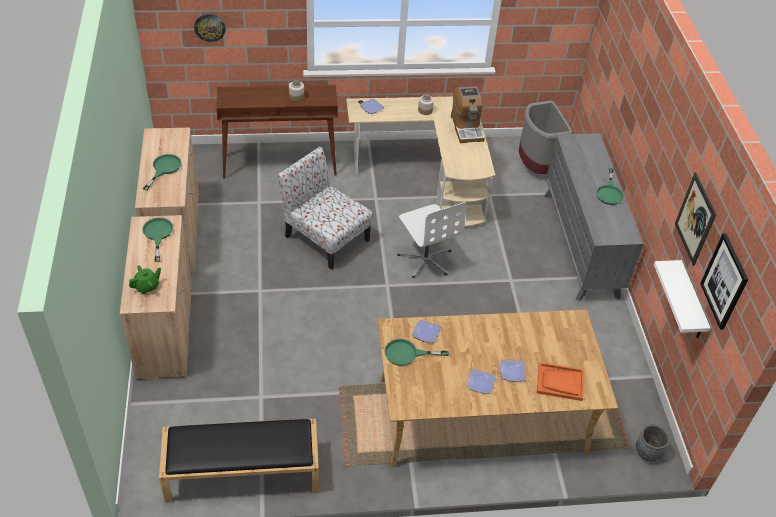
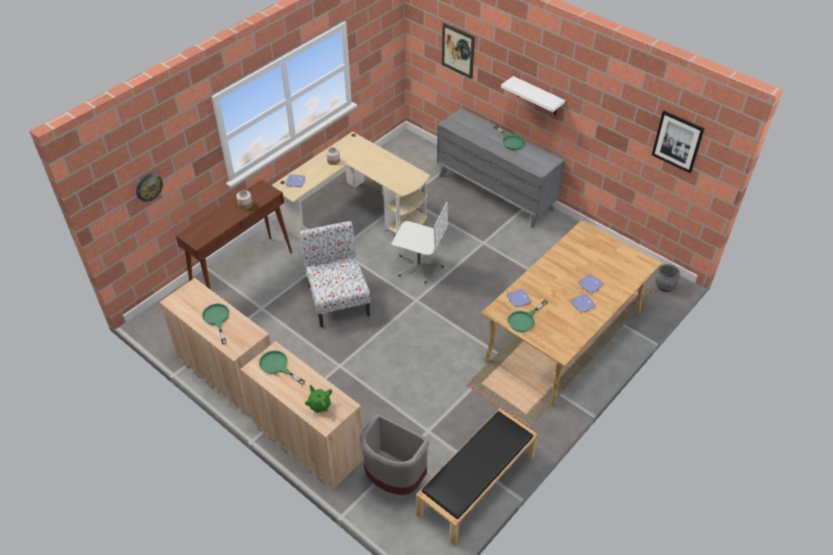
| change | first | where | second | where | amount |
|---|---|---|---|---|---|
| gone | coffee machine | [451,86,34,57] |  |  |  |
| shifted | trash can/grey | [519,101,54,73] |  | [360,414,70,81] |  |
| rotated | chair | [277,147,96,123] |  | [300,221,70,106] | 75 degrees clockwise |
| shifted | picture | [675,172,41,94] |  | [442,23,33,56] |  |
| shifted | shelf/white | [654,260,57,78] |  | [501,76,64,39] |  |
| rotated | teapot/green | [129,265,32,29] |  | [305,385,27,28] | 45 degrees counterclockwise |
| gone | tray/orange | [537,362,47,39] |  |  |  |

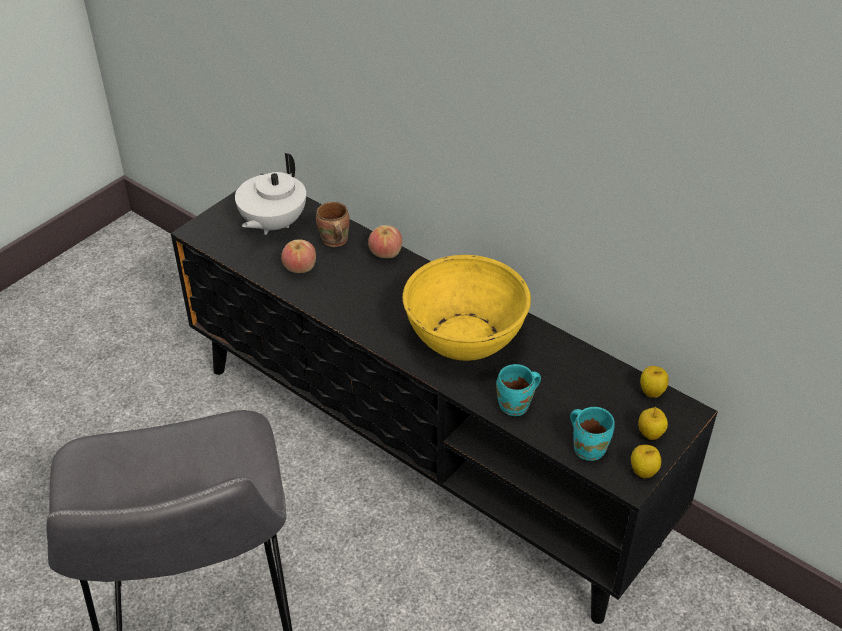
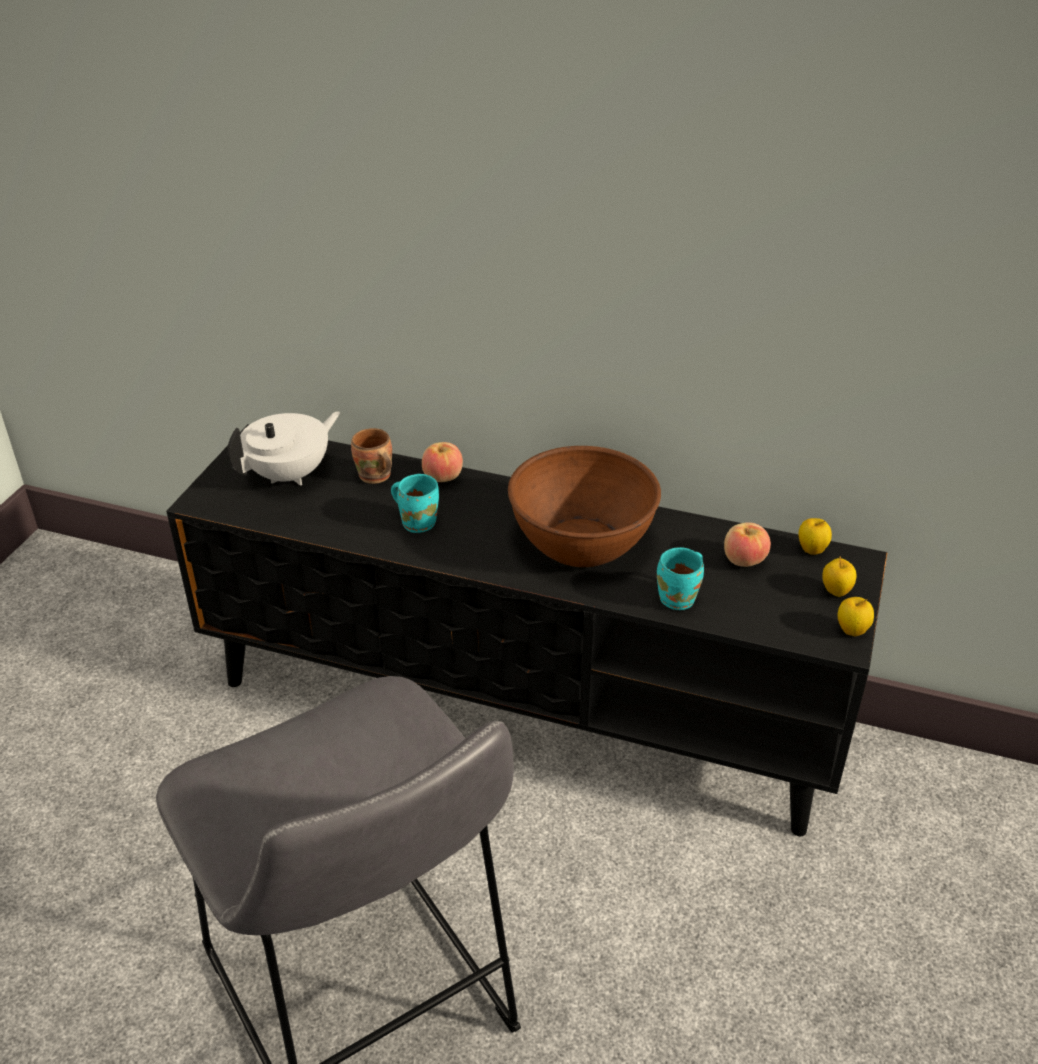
| change | first | where | second | where | amount |
|---|---|---|---|---|---|
| rotated | teapot/white | [235,153,71,82] |  | [227,411,113,75] | 135 degrees counterclockwise |
| shifted | apple | [281,240,35,33] |  | [724,522,47,45] |  |
| repainted | bowl/yellow | [403,255,128,106] | bowl/brown | [508,446,153,121] |  |
| shifted | mug/turquoise | [570,407,45,54] |  | [391,474,48,59] |  |

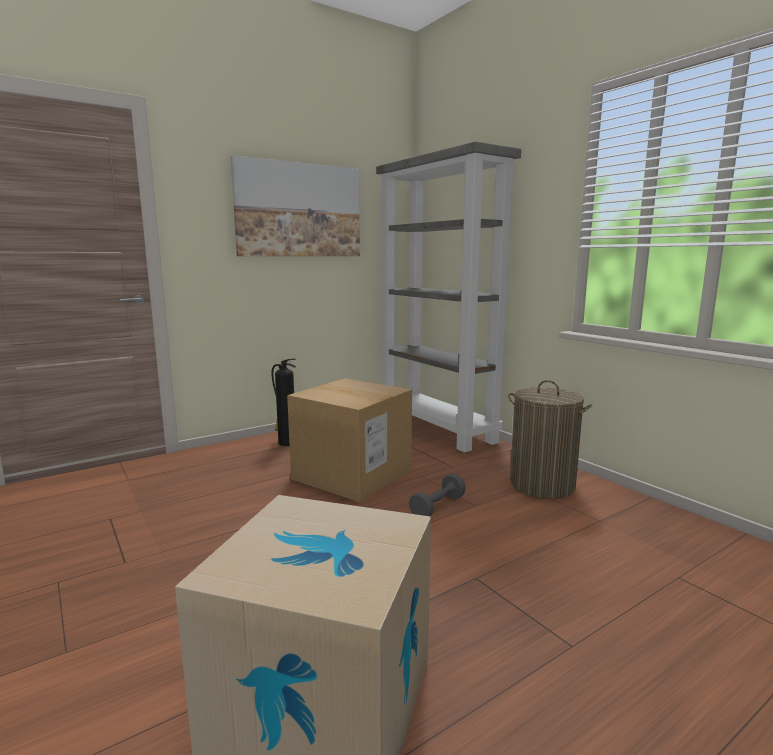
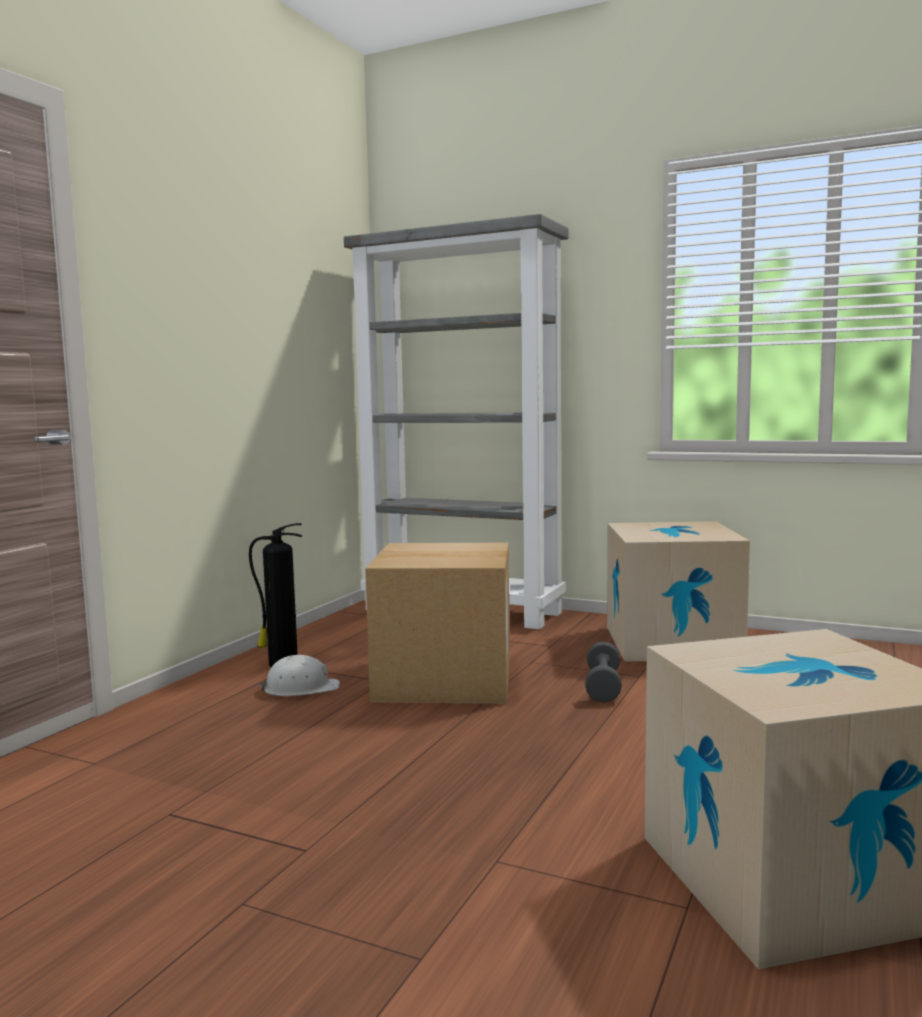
| change | first | where | second | where | amount |
|---|---|---|---|---|---|
| gone | picture | [231,155,129,101] |  |  |  |
| swapped | laundry basket | [508,380,84,119] | cardboard box | [607,521,143,140] |  |
| new |  |  | hard hat/white | [258,655,82,41] |  |

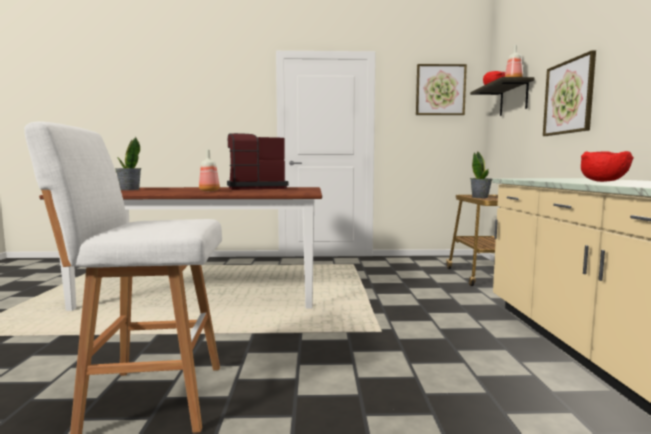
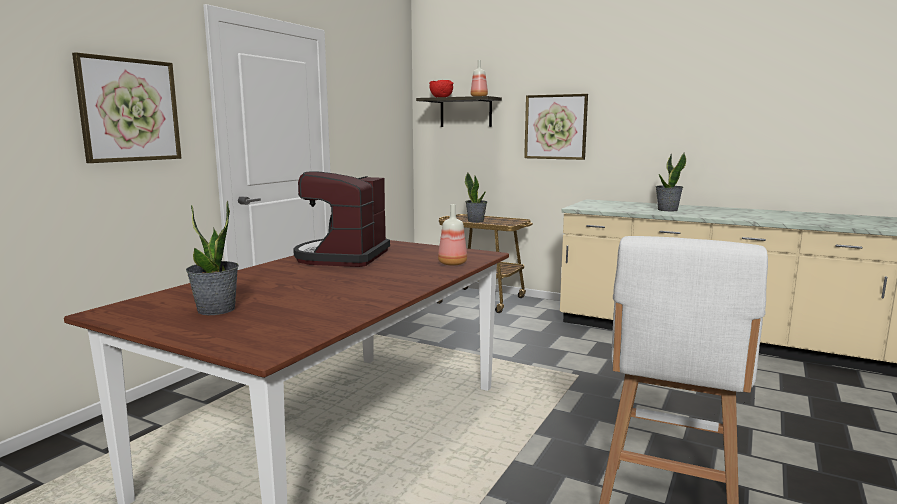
| change | first | where | second | where | amount |
|---|---|---|---|---|---|
| shifted | picture | [416,64,51,51] |  | [72,52,109,111] |  |
| shifted | bottle | [199,150,21,41] |  | [438,204,29,62] |  |
| swapped | bowl/red | [581,151,53,31] | potted plant | [656,153,30,58] |  |

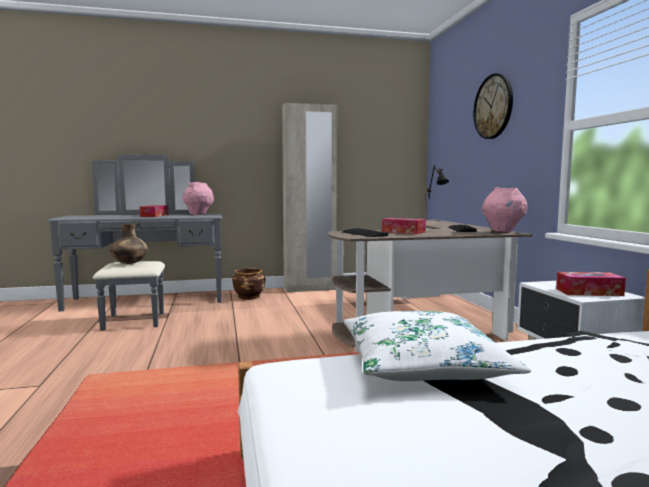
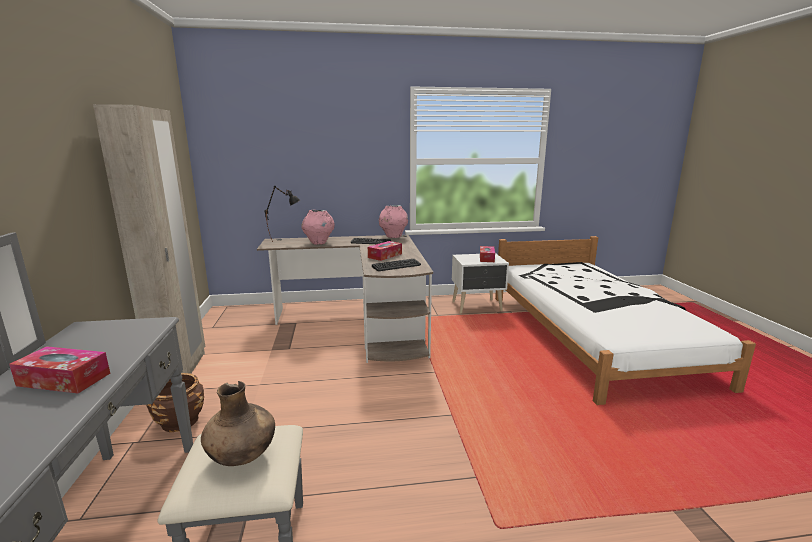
| change | first | where | second | where | amount |
|---|---|---|---|---|---|
| gone | wall clock | [473,73,40,66] |  |  |  |
| shifted | vase/pink | [182,182,32,33] |  | [301,210,34,35] |  |
| gone | pillow/white | [344,311,187,70] |  |  |  |

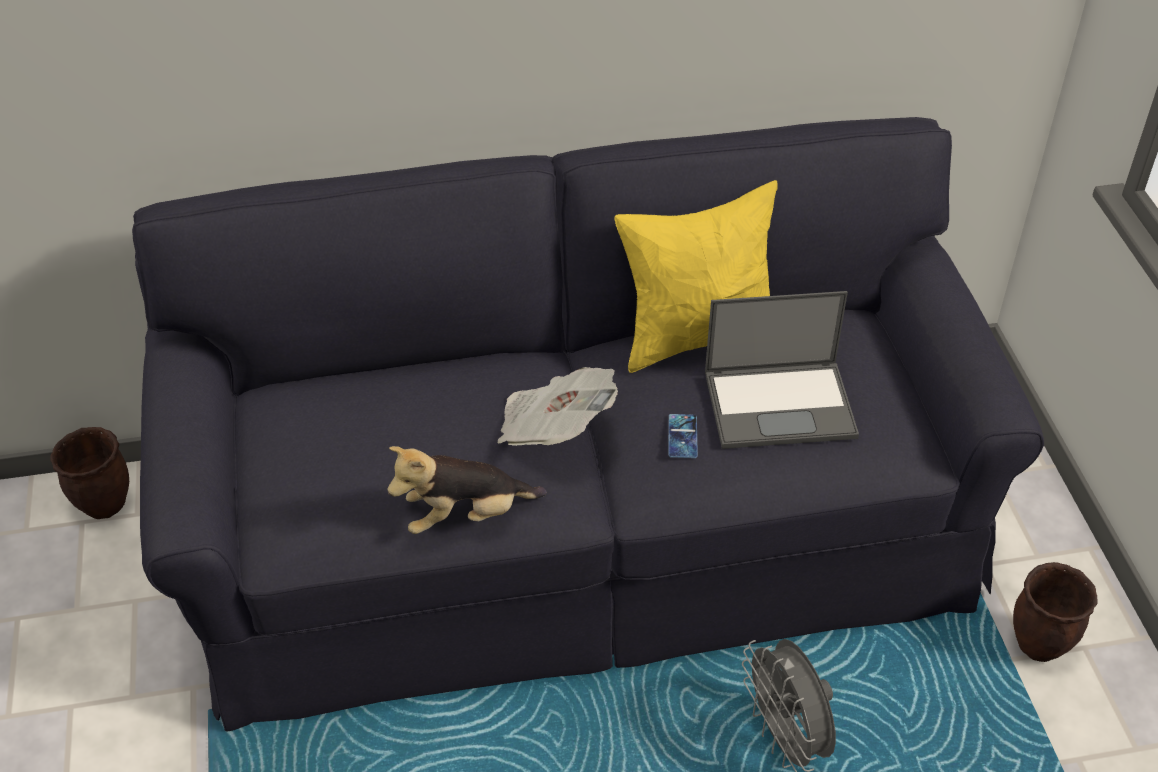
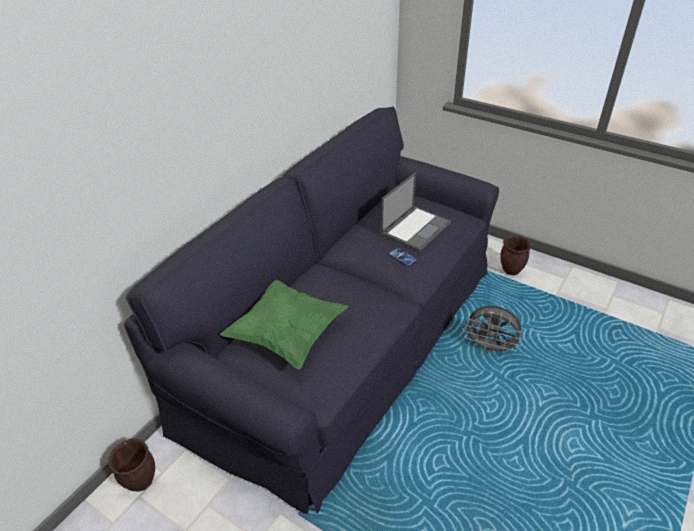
| change | first | where | second | where | amount |
|---|---|---|---|---|---|
| gone | pillow/yellow | [615,180,163,193] |  |  |  |
| gone | newspaper | [498,367,120,79] |  |  |  |
| gone | plush toy | [388,446,159,88] |  |  |  |
| new |  |  | pillow/green | [220,280,128,89] |  |

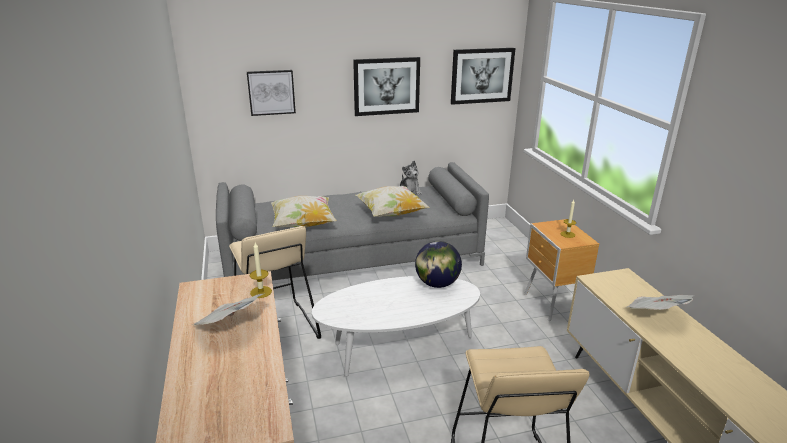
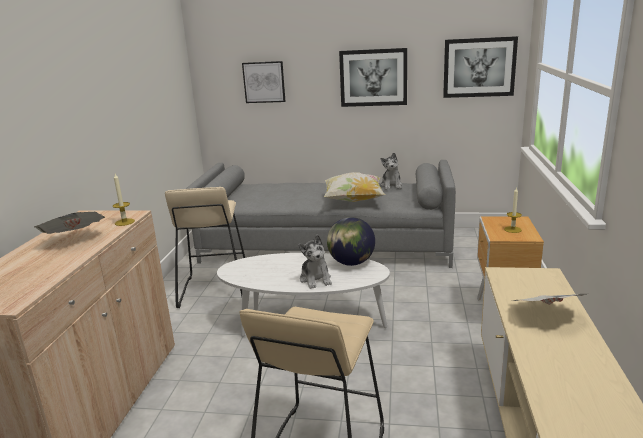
| change | first | where | second | where | amount |
|---|---|---|---|---|---|
| gone | pillow | [271,196,66,32] |  |  |  |
| new |  |  | plush toy | [299,235,33,54] |  |

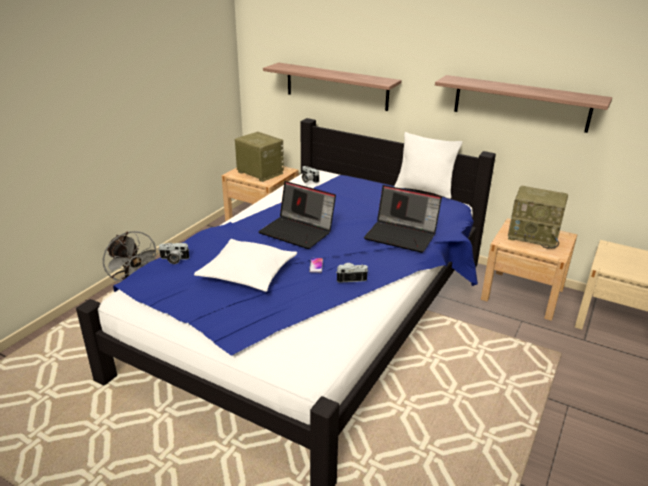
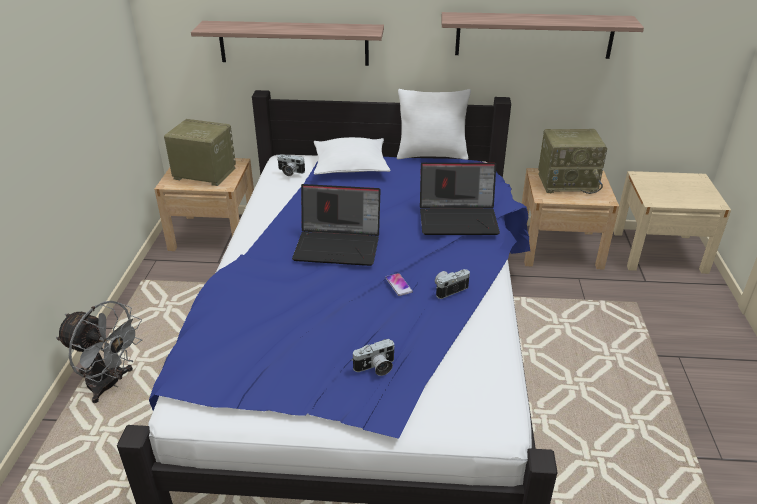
| change | first | where | second | where | amount |
|---|---|---|---|---|---|
| shifted | pillow/white | [194,239,103,53] |  | [314,137,76,38] |  |
| shifted | photo camera | [159,243,30,21] |  | [353,339,42,37] |  |

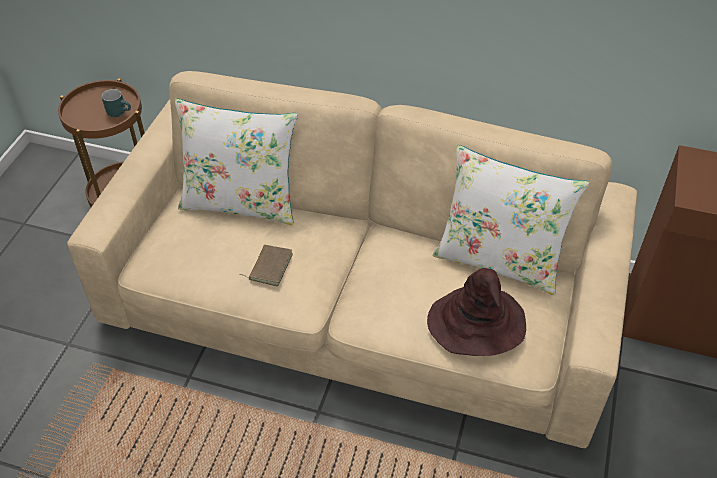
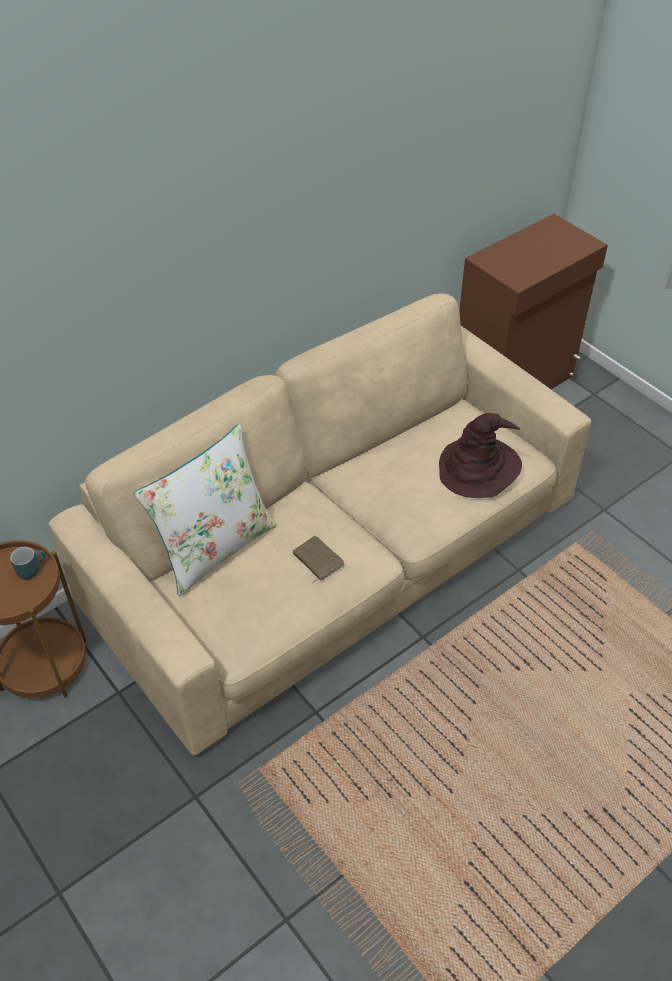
| change | first | where | second | where | amount |
|---|---|---|---|---|---|
| gone | pillow/white | [433,145,156,150] |  |  |  |

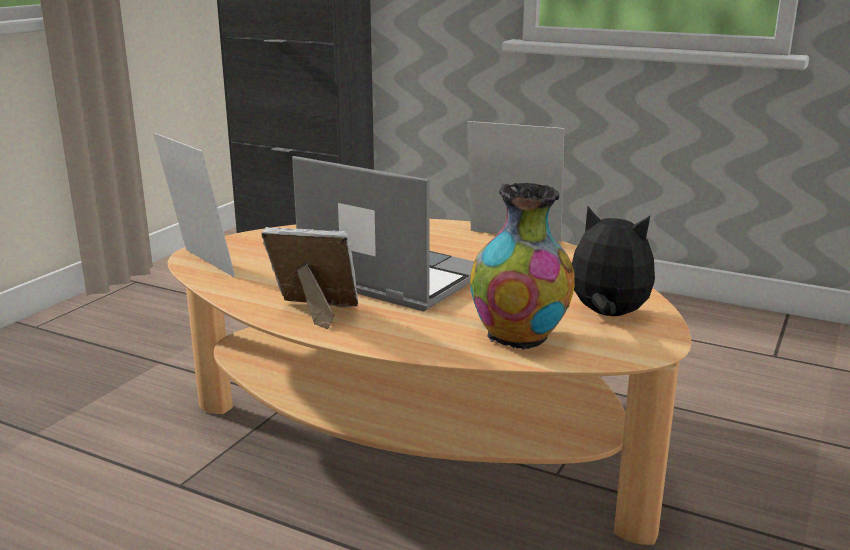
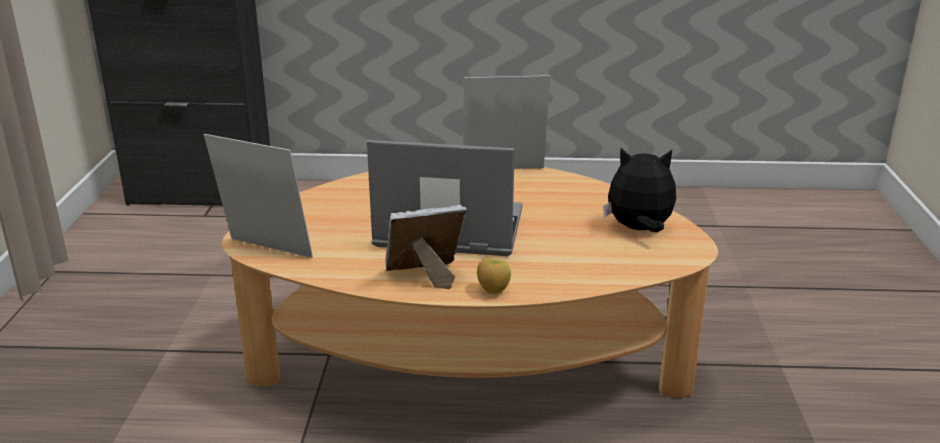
| change | first | where | second | where | amount |
|---|---|---|---|---|---|
| gone | vase | [470,183,105,167] |  |  |  |
| new |  |  | apple | [477,258,34,36] |  |

